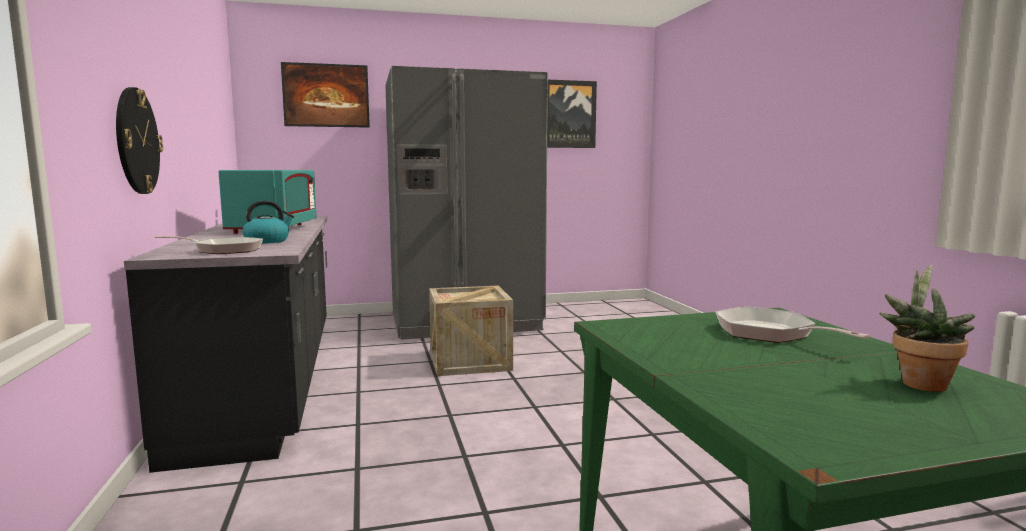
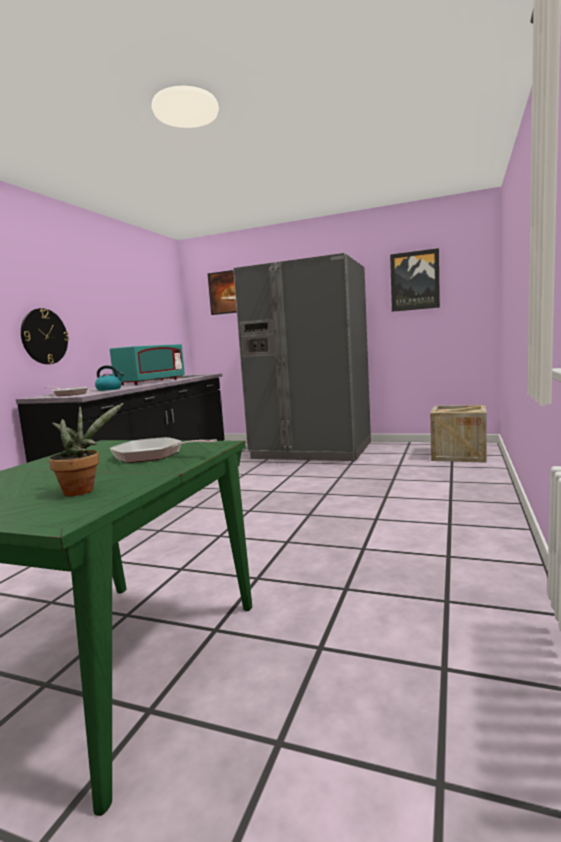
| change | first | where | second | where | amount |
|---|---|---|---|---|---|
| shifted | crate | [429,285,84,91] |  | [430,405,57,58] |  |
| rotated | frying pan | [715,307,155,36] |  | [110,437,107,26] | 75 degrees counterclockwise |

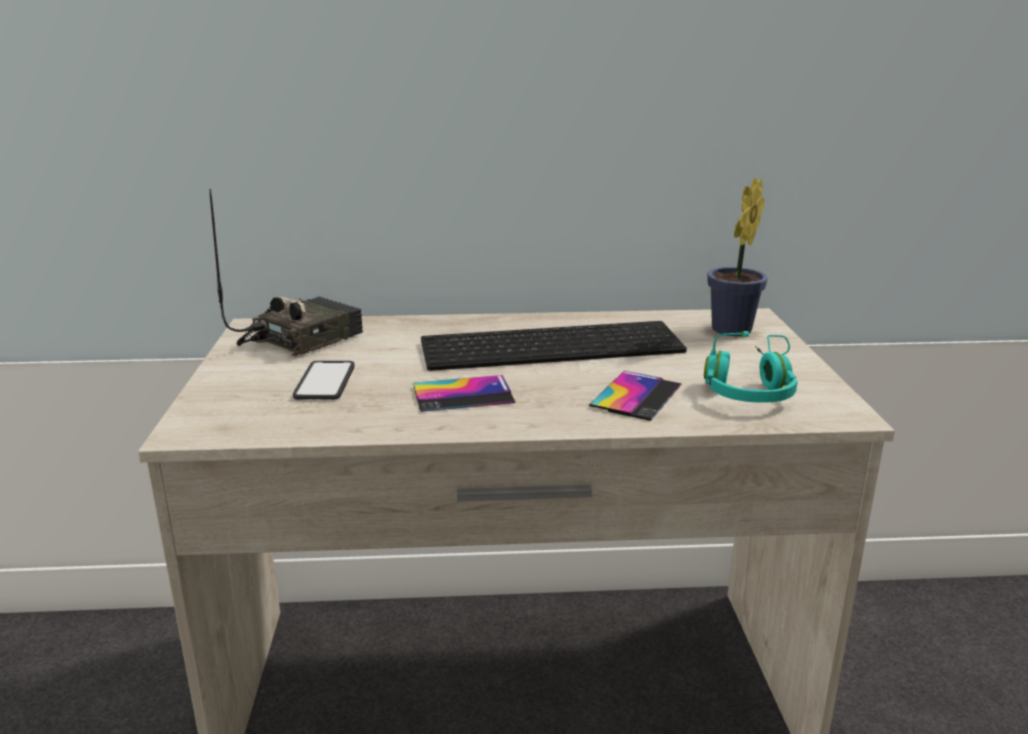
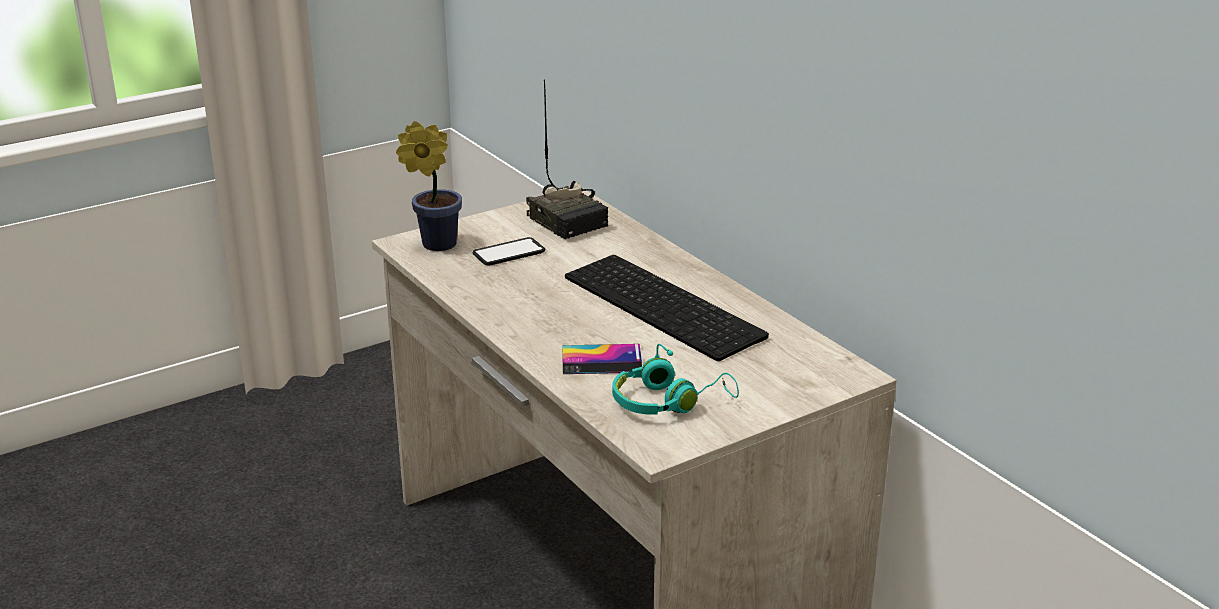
| change | first | where | second | where | amount |
|---|---|---|---|---|---|
| shifted | potted plant | [707,178,61,158] |  | [396,121,66,130] |  |
| rotated | radio | [210,189,153,168] |  | [526,79,82,160] | 45 degrees clockwise |
| gone | phone | [413,375,102,37] |  |  |  |

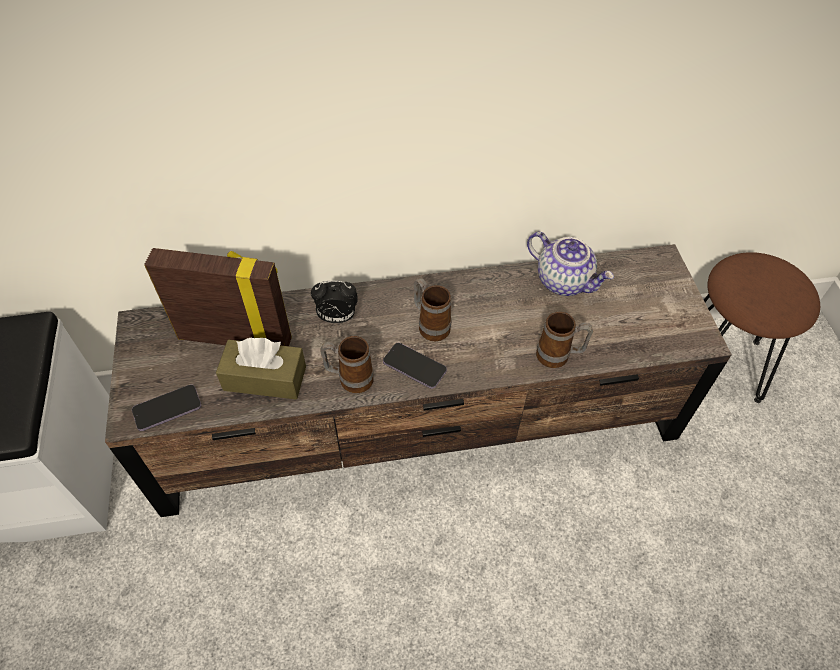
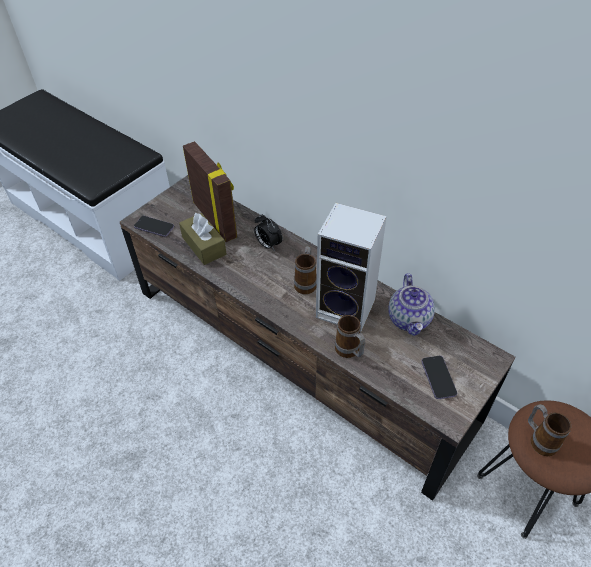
| change | first | where | second | where | amount |
|---|---|---|---|---|---|
| shifted | mug | [321,336,52,57] |  | [528,404,43,52] |  |
| shifted | phone | [383,343,64,46] |  | [421,356,36,43] |  |
| new |  |  | speaker | [316,203,71,129] |  |

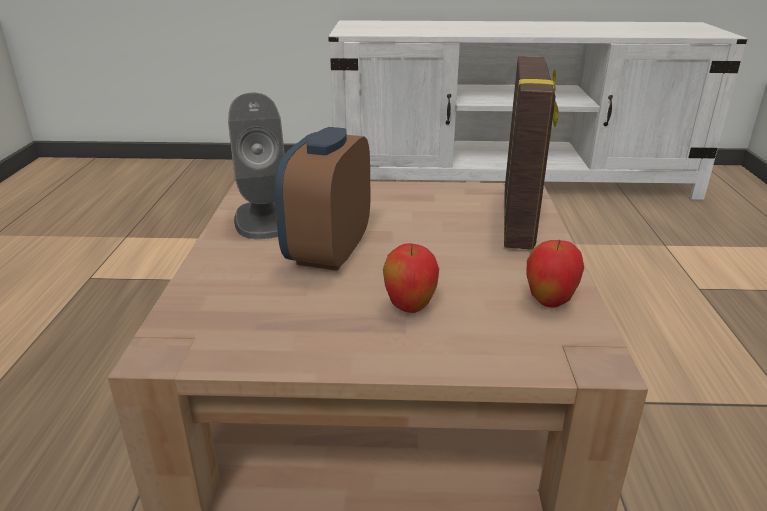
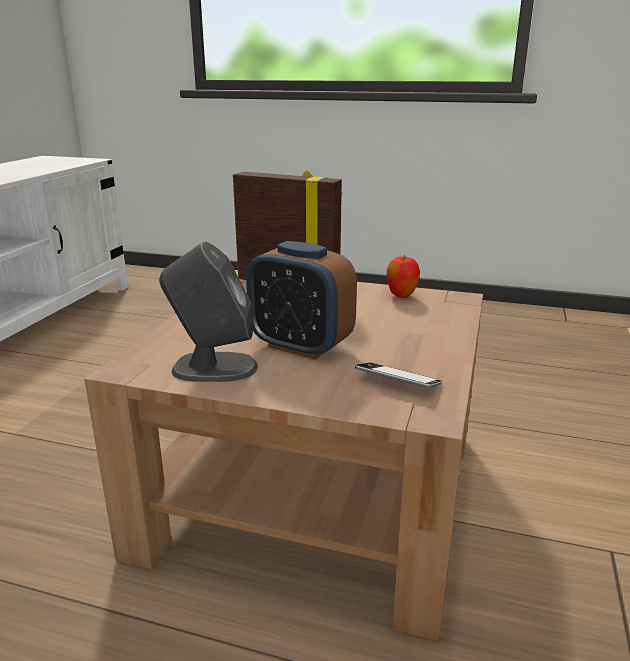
| change | first | where | second | where | amount |
|---|---|---|---|---|---|
| gone | apple | [383,243,56,70] |  |  |  |
| new |  |  | phone | [355,363,87,25] |  |

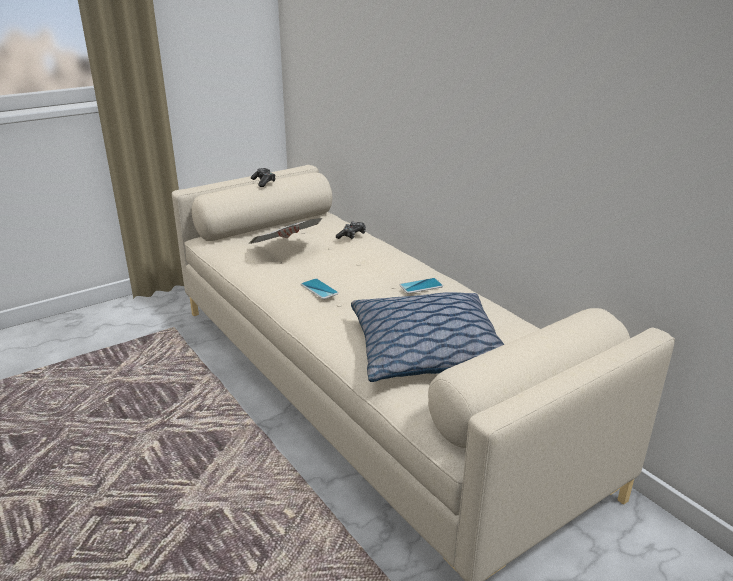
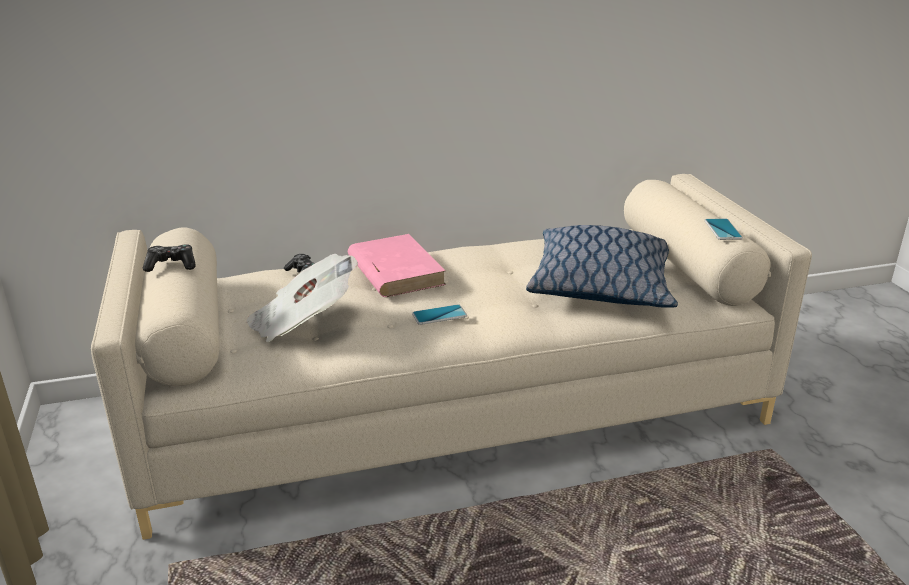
| change | first | where | second | where | amount |
|---|---|---|---|---|---|
| shifted | phone | [400,278,43,16] |  | [704,219,39,21] |  |
| new |  |  | book/pink | [348,234,98,63] |  |

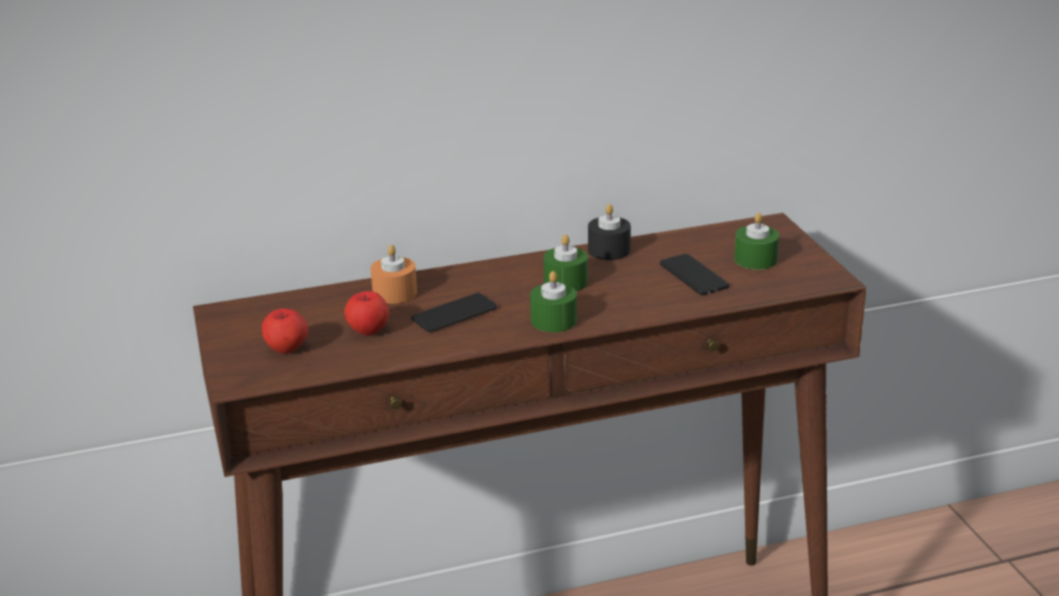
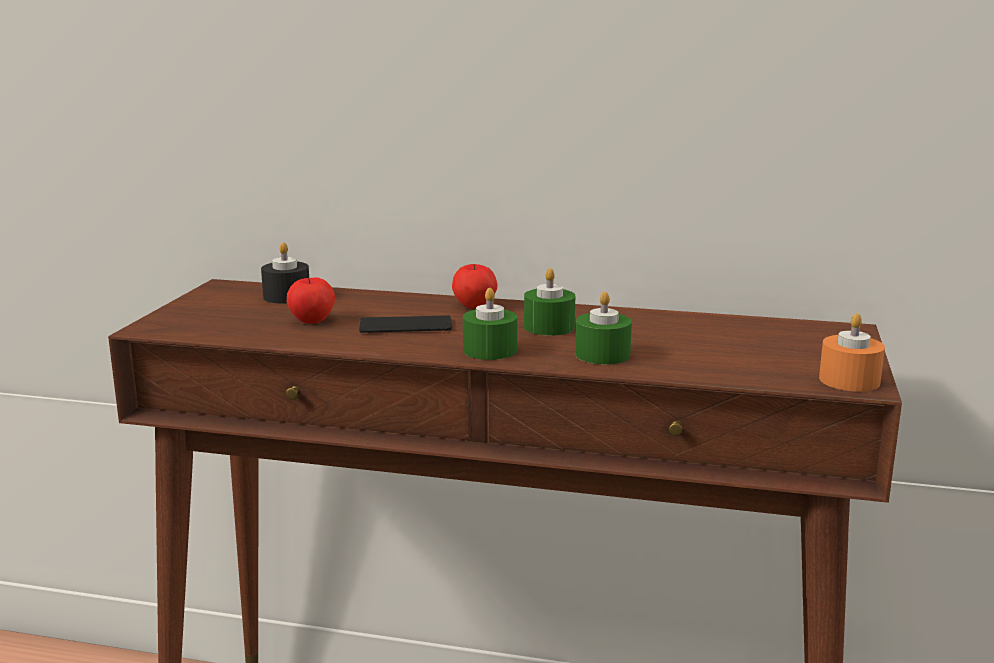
| change | first | where | second | where | amount |
|---|---|---|---|---|---|
| shifted | candle/black | [588,204,43,56] |  | [261,242,48,62] |  |
| shifted | candle/green | [734,213,45,57] |  | [575,291,57,73] |  |
| shifted | candle/orange | [371,245,46,59] |  | [819,313,66,79] |  |
| gone | phone | [660,254,69,41] |  |  |  |
| shifted | apple | [262,309,46,45] |  | [452,264,45,45] |  |

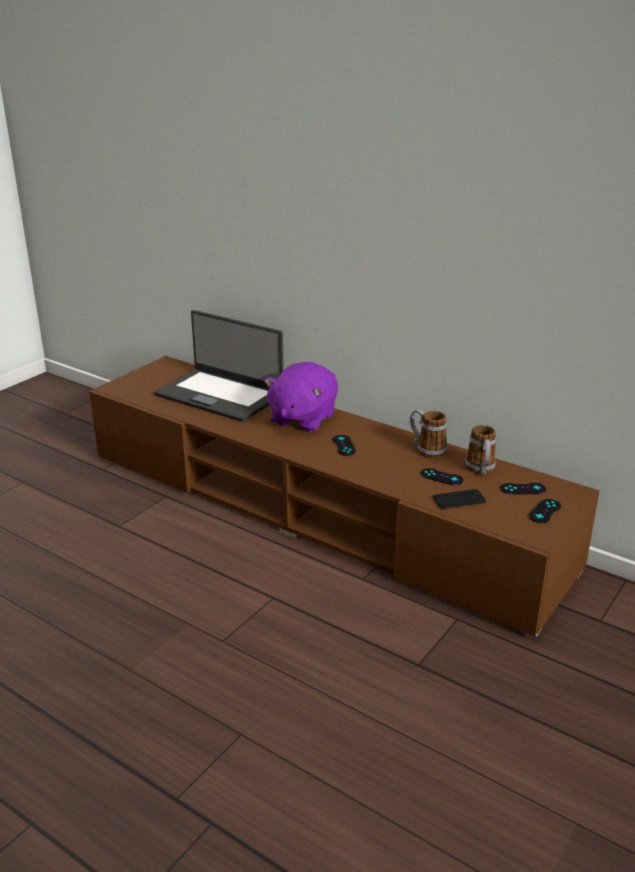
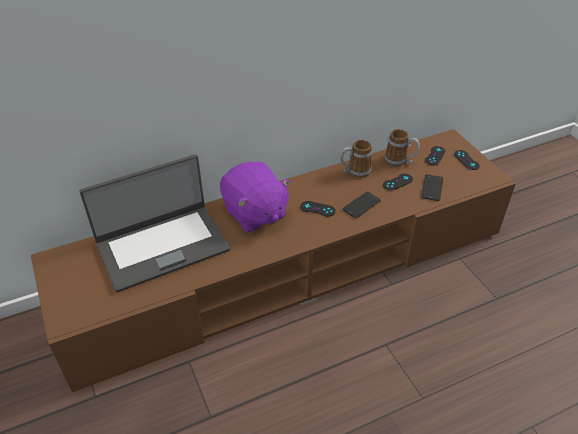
| change | first | where | second | where | amount |
|---|---|---|---|---|---|
| new |  |  | phone | [343,192,38,26] |  |

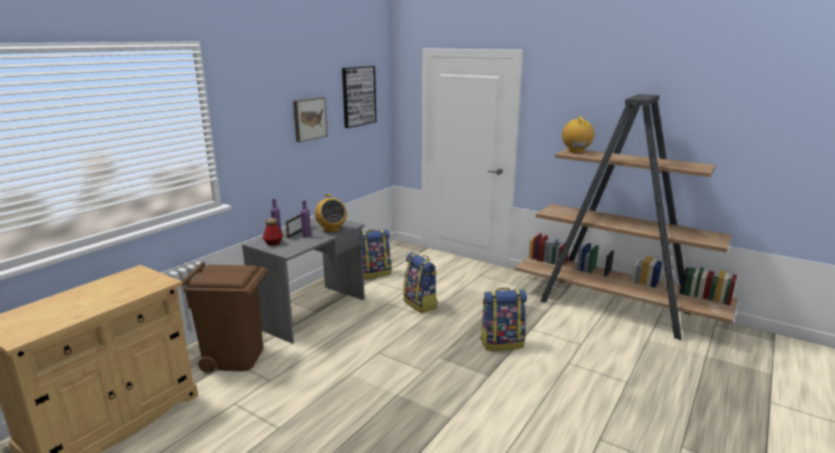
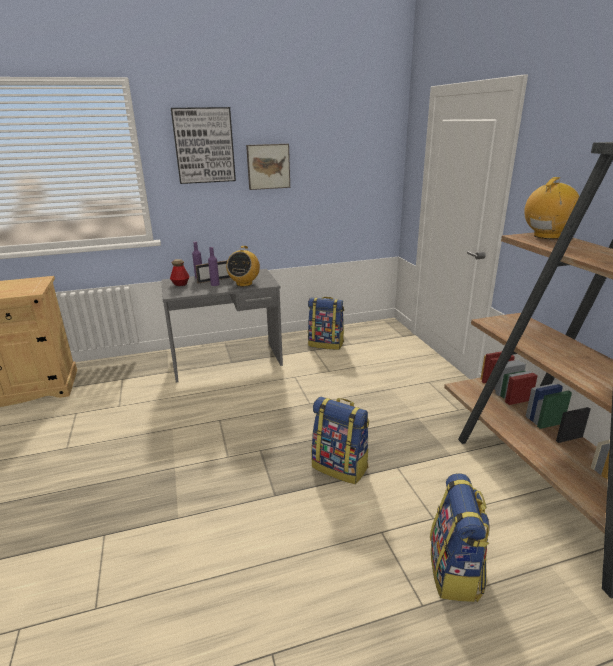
| change | first | where | second | where | amount |
|---|---|---|---|---|---|
| shifted | picture | [342,66,34,62] |  | [171,107,65,77] |  |
| shifted | backpack | [404,252,34,61] |  | [430,473,59,129] |  |
| gone | trash can/brown | [182,262,86,111] |  |  |  |

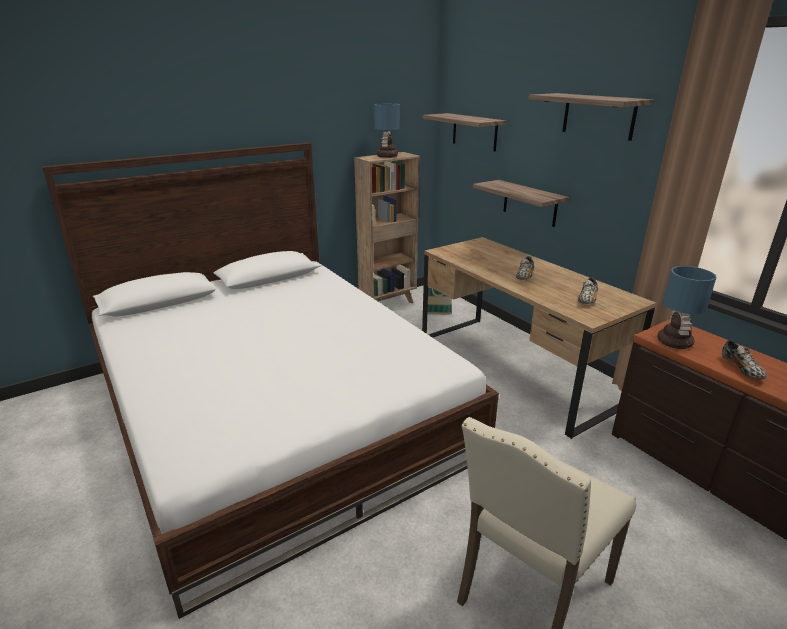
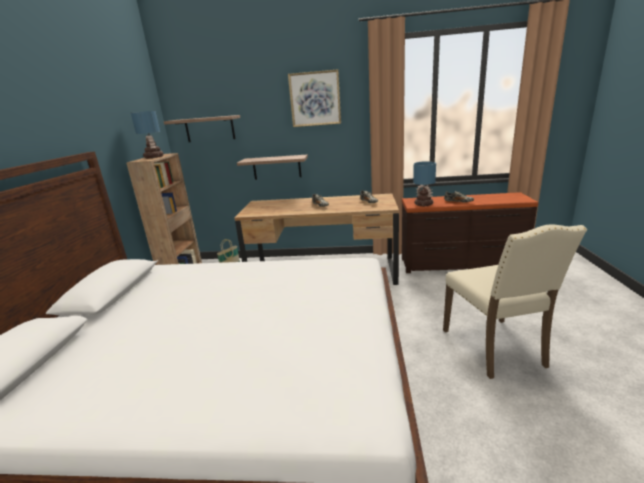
| change | first | where | second | where | amount |
|---|---|---|---|---|---|
| swapped | shelf | [528,93,125,48] | picture | [288,69,53,58] |  |

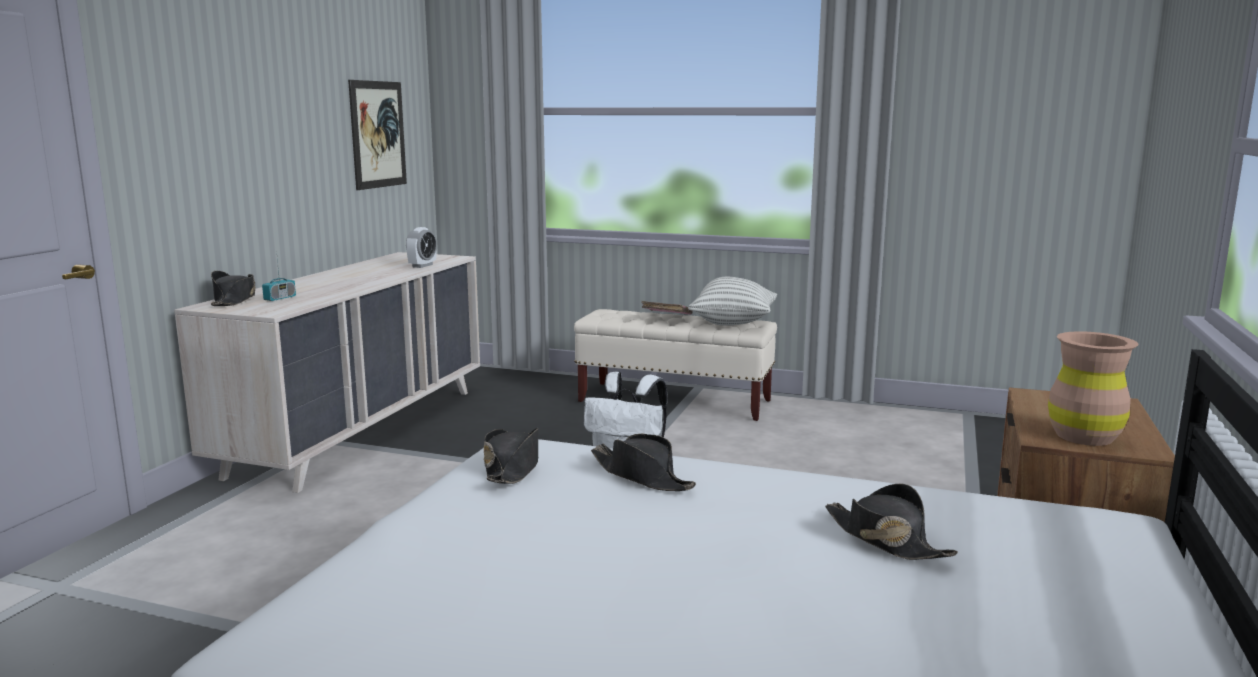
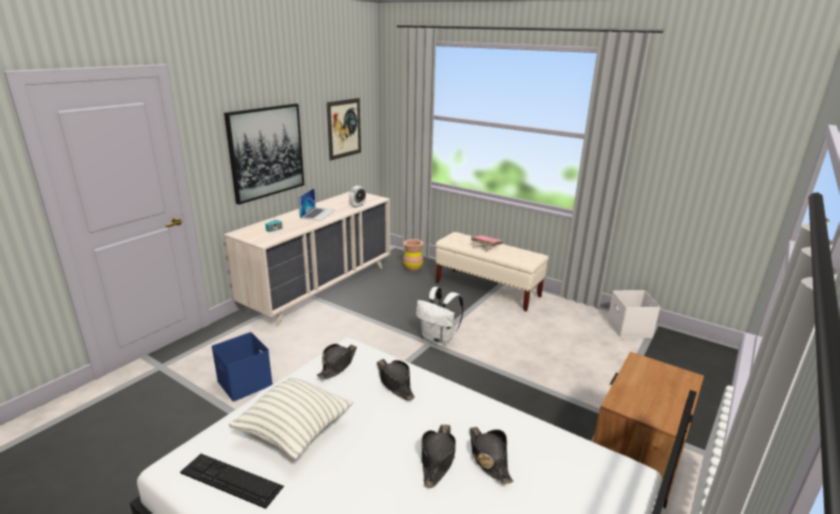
| change | first | where | second | where | amount |
|---|---|---|---|---|---|
| shifted | hat/black | [211,271,45,35] |  | [422,425,34,63] |  |
| shifted | pillow | [688,277,89,49] |  | [229,376,124,83] |  |
| shifted | vase/brown | [1048,331,90,115] |  | [403,239,20,32] |  |
| new |  |  | picture | [224,103,80,102] |  |
| new |  |  | laptop | [298,188,37,33] |  |
| new |  |  | storage box/white | [607,290,53,48] |  |
| new |  |  | storage box/blue | [212,332,61,69] |  |
| new |  |  | keyboard | [180,454,104,55] |  |

